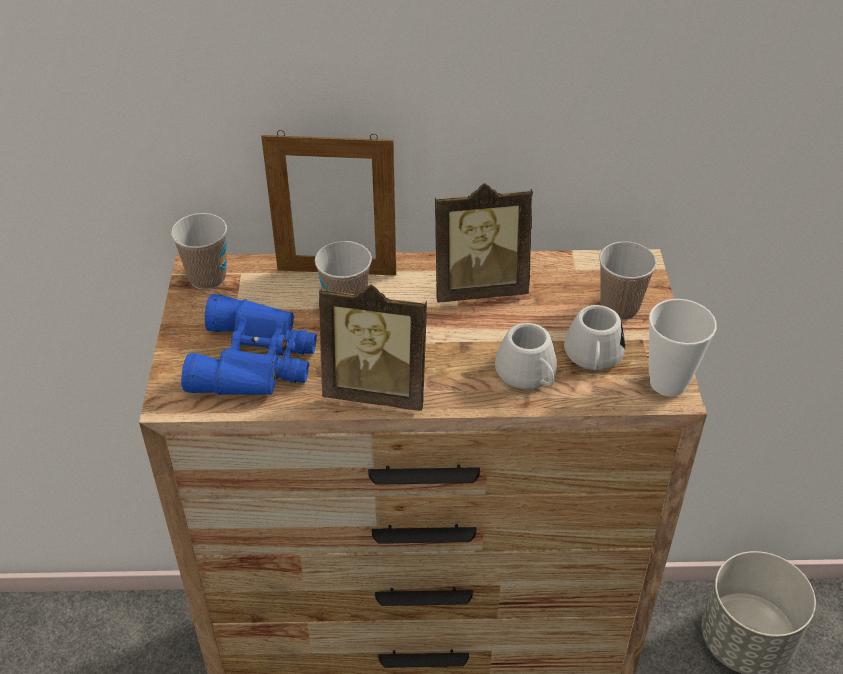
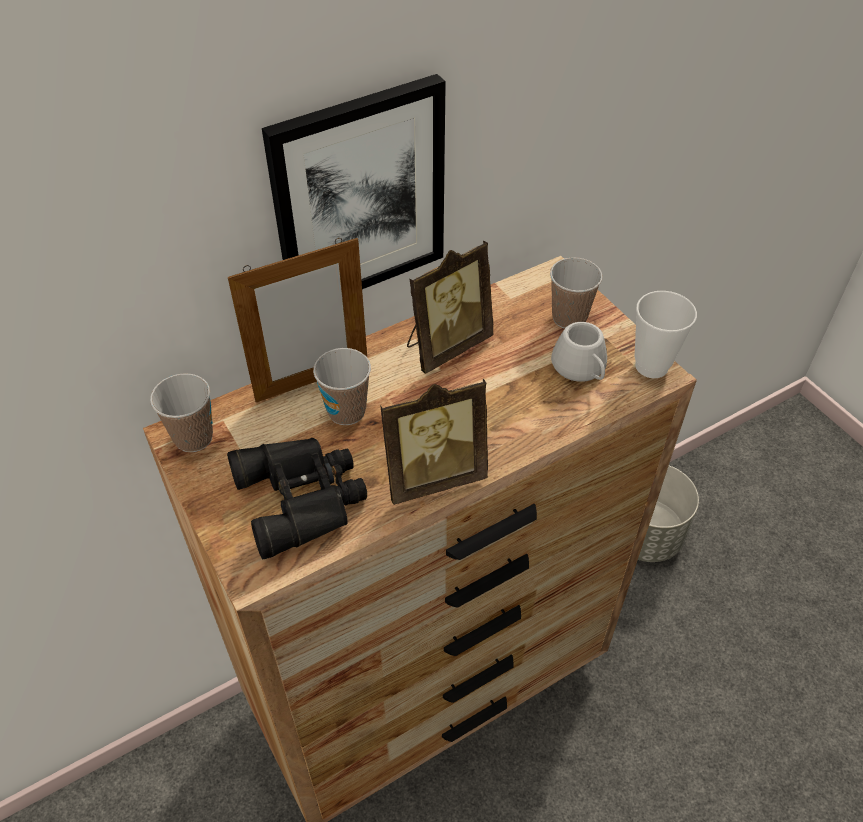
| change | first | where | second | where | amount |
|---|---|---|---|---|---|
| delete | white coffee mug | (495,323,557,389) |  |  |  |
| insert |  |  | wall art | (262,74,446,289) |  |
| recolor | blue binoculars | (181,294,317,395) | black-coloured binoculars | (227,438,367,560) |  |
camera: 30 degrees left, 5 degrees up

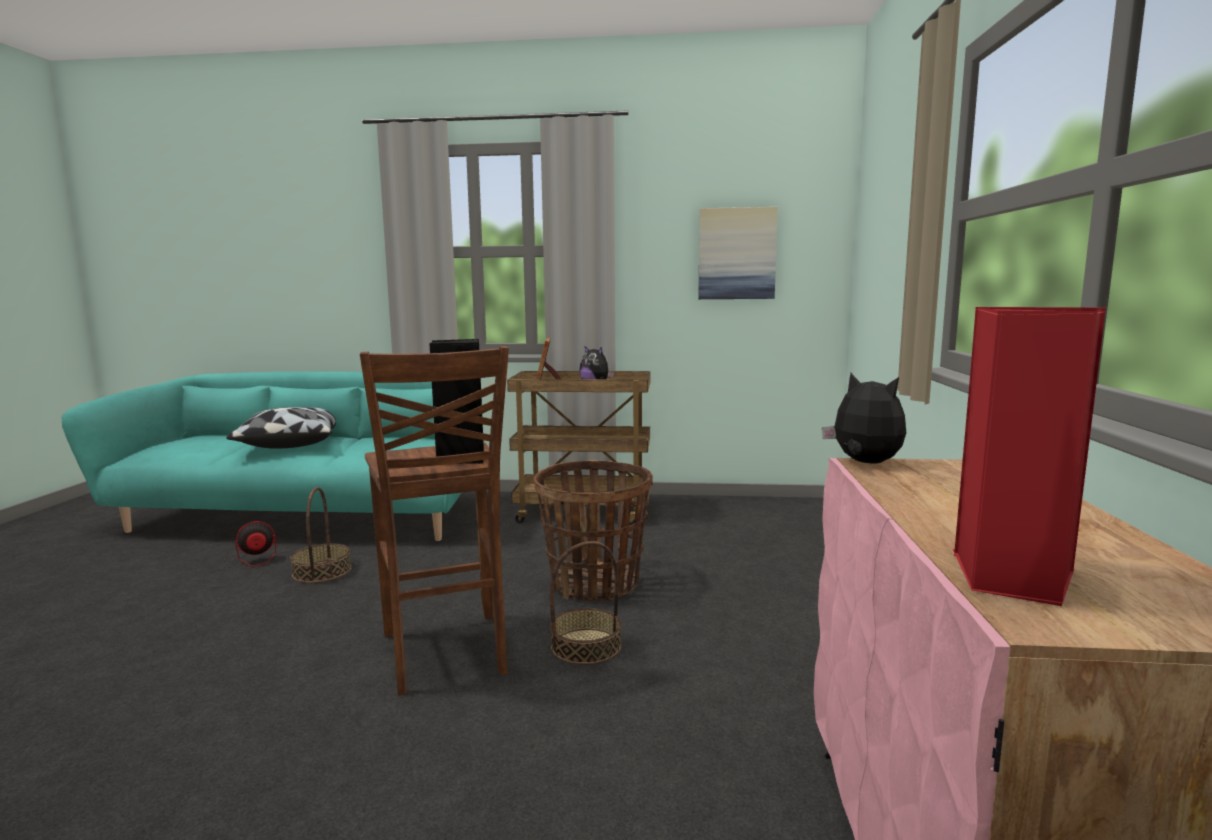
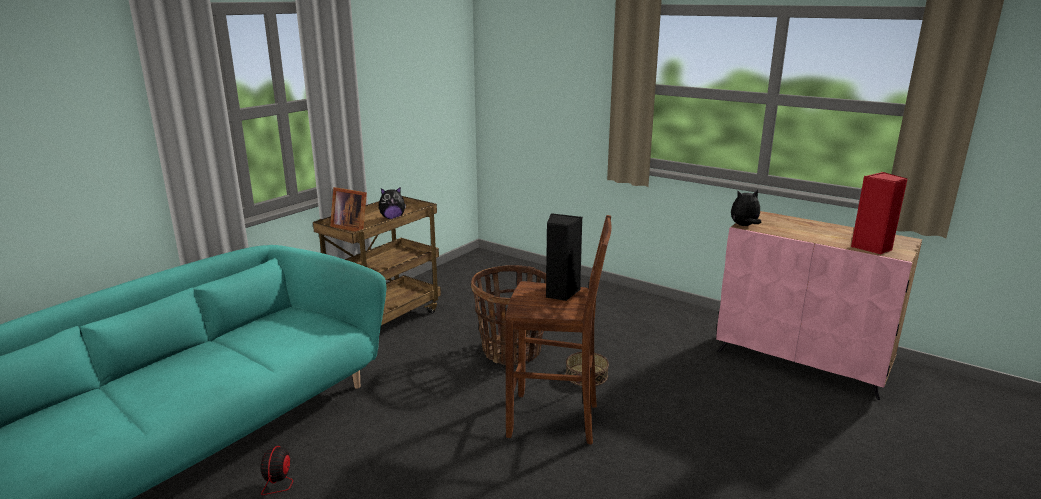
| change | first | where | second | where | amount |
|---|---|---|---|---|---|
| delete | cushion | (226,407,336,449) |  |  |  |
| delete | basket | (290,487,352,583) |  |  |  |
| delete | wall art | (698,207,778,299) |  |  |  |
camera: 60 degrees left, 10 degrees up

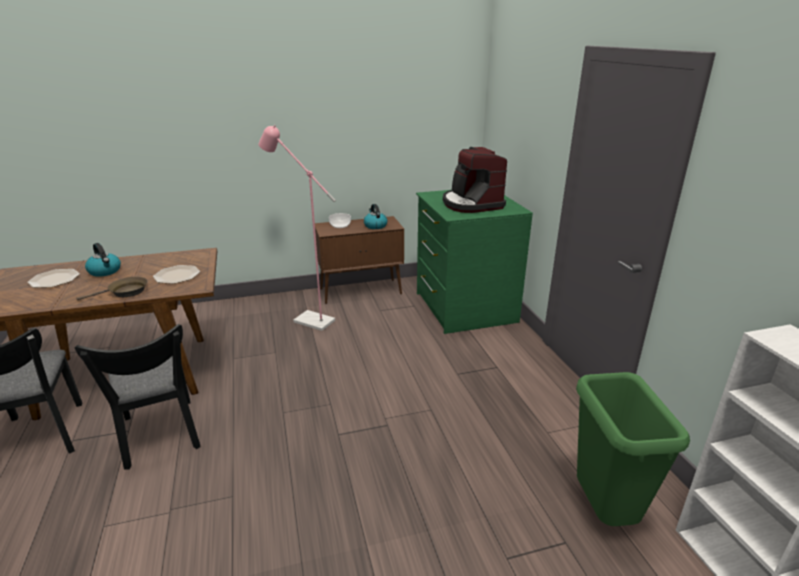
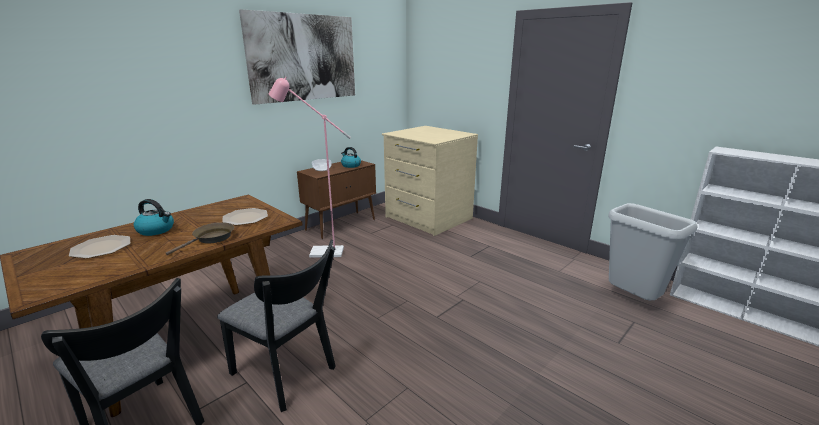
| change | first | where | second | where | amount |
|---|---|---|---|---|---|
| delete | coffee brewer | (443,147,507,213) |  |  |  |
| insert |  |  | wall art | (239,9,355,105) |  |
| recolor | greenish dresser | (416,190,533,334) | beige-coloured dresser | (382,126,478,236) |  |
| recolor | greenish trash can | (576,372,690,526) | grey trash can | (608,203,698,300) |  |
camera: 30 degrees left, 5 degrees down

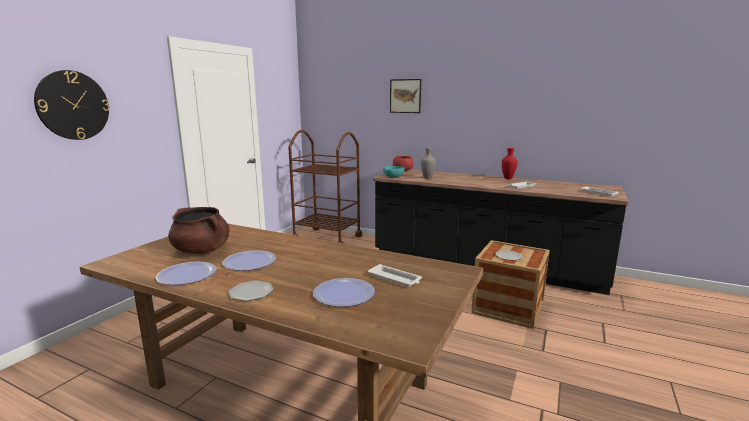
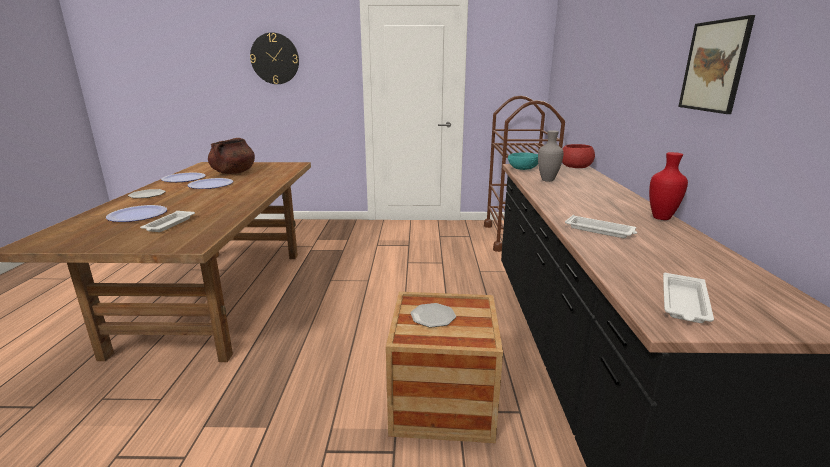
| change | first | where | second | where | amount |
|---|---|---|---|---|---|
| move | wall art | (390,79,421,113) |  | (678,15,755,114) |  |
camera: 65 degrees right, 5 degrees up

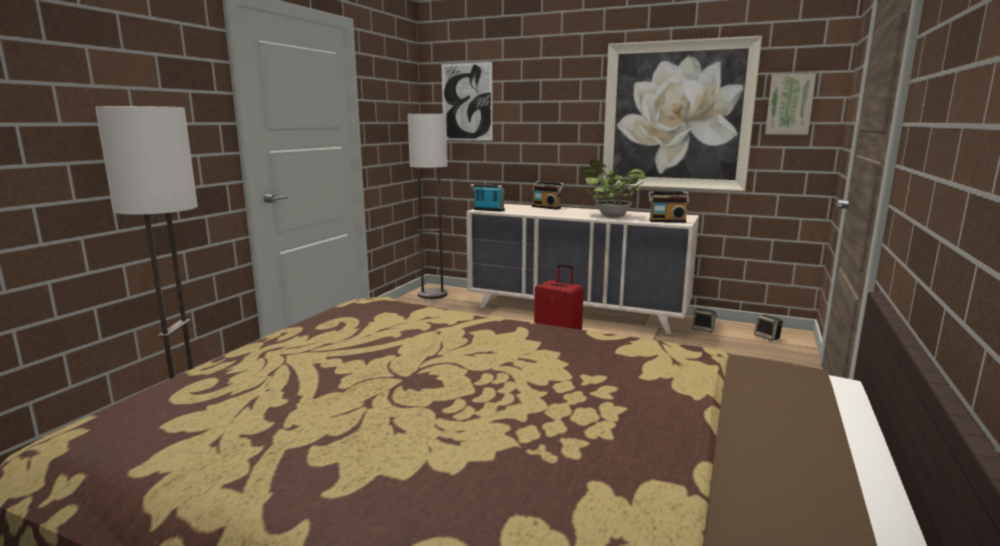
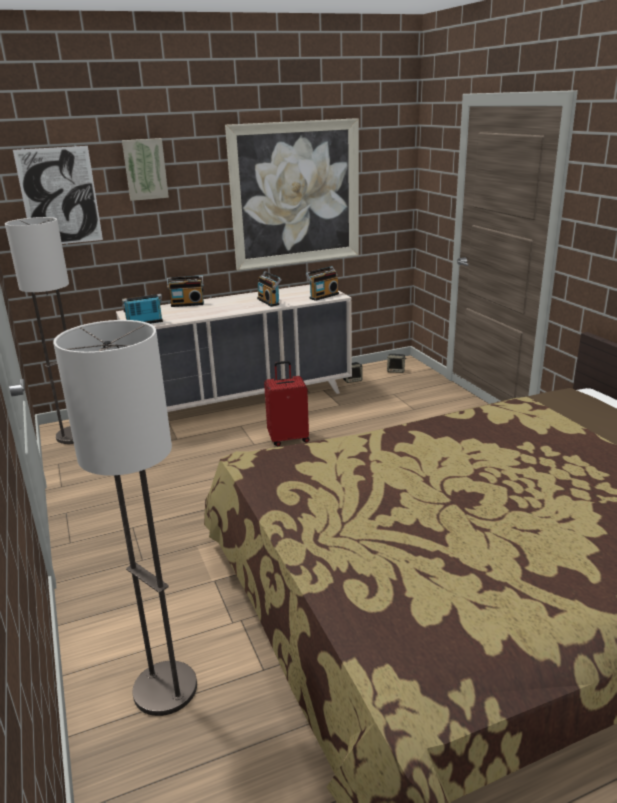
| change | first | where | second | where | amount |
|---|---|---|---|---|---|
| move | wall art | (765,73,816,135) |  | (122,138,169,201) |  |
| replace | houseplant | (582,159,645,218) | radio set | (257,271,282,307) |  |
camera: 45 degrees left, 10 degrees up

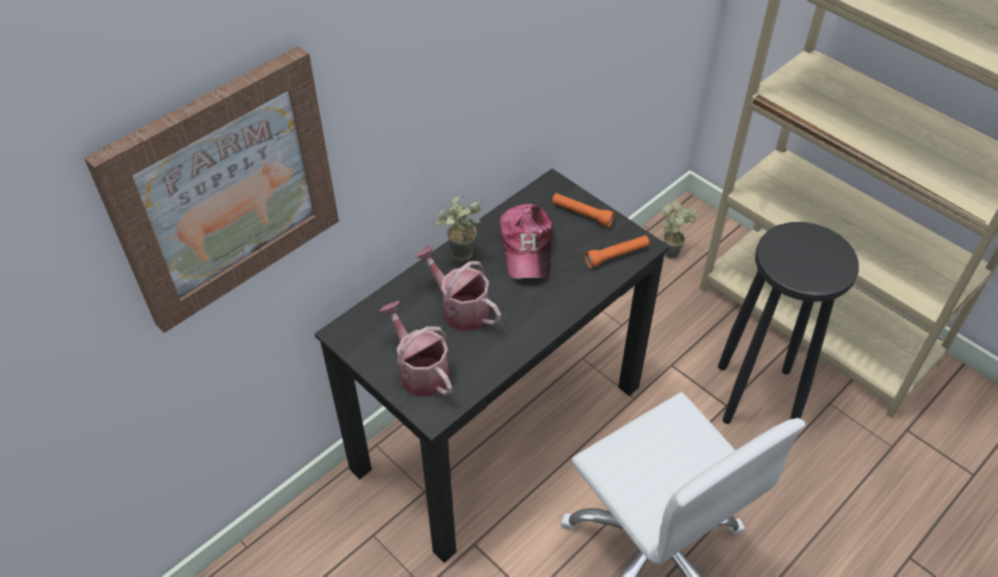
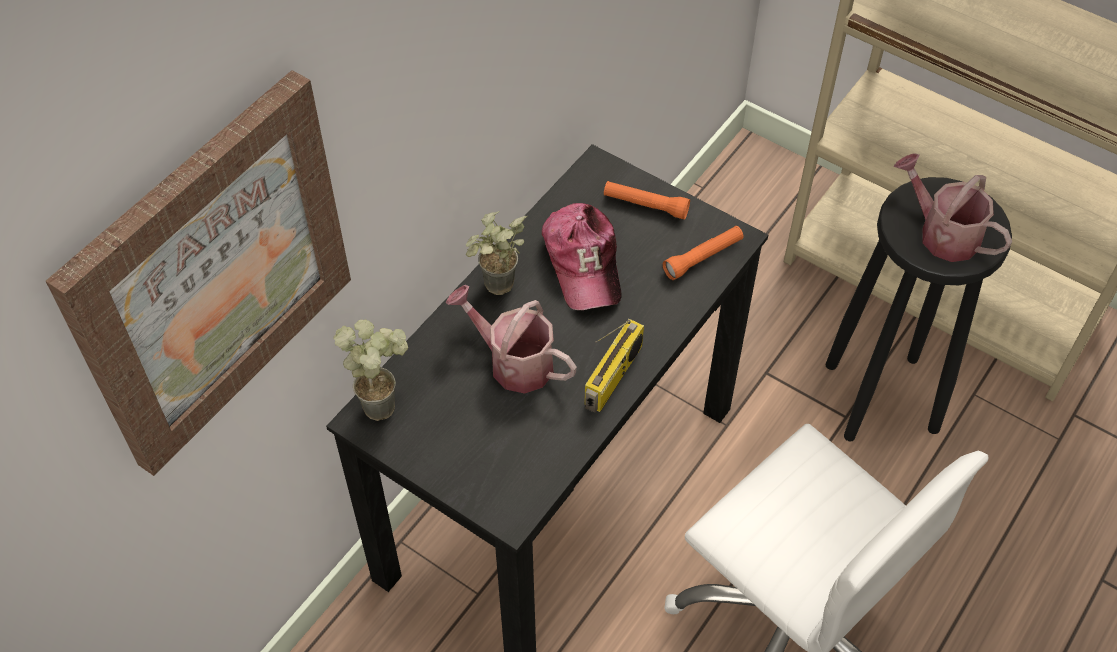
| change | first | where | second | where | amount |
|---|---|---|---|---|---|
| insert |  |  | radio set | (584,319,644,413) |  |
| move | watering pot | (380,301,452,396) |  | (893,153,1012,262) |  |
| move | houseplant | (662,202,697,259) |  | (333,320,408,421) |  |
camera: 10 degrees left, 5 degrees up

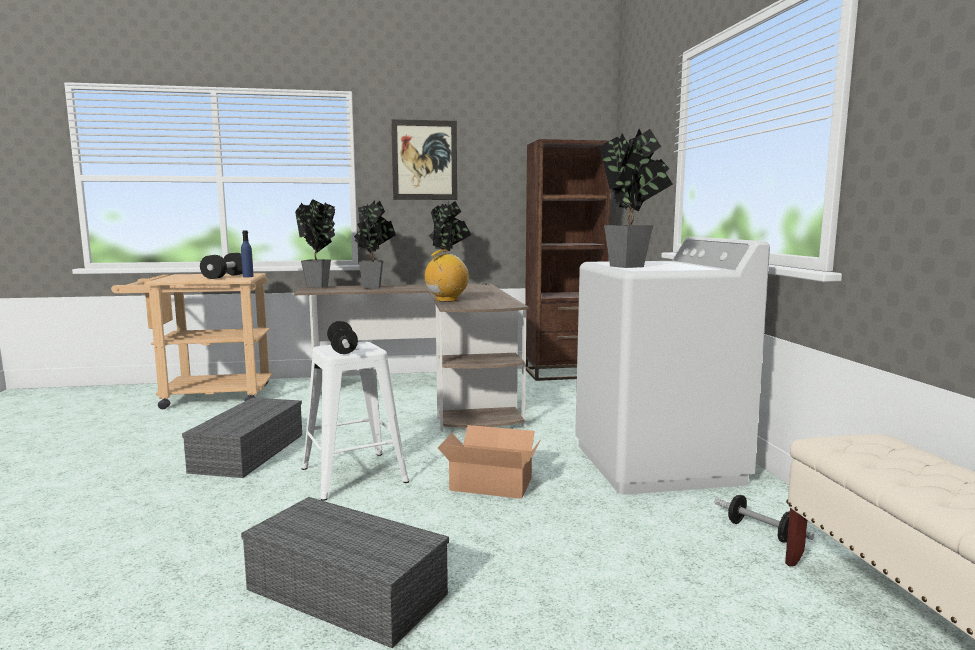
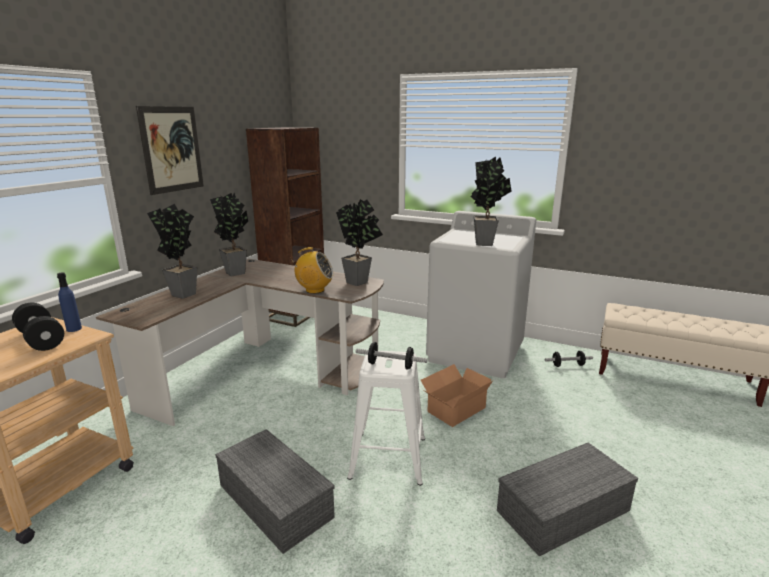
| change | first | where | second | where | amount |
|---|---|---|---|---|---|
| move | houseplant | (295,199,336,288) |  | (336,199,383,286) |  |
| rotate | radio set | (425,249,469,302) |  | (291,247,334,294) | 105 degrees clockwise |
camera: 55 degrees left, 10 degrees up

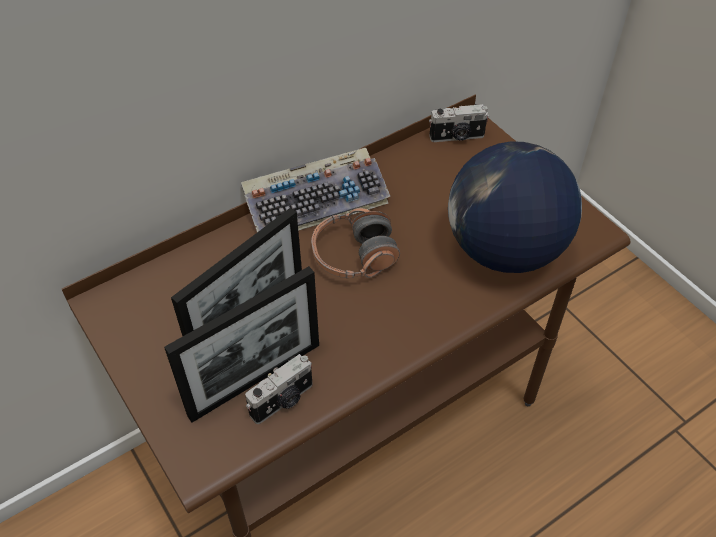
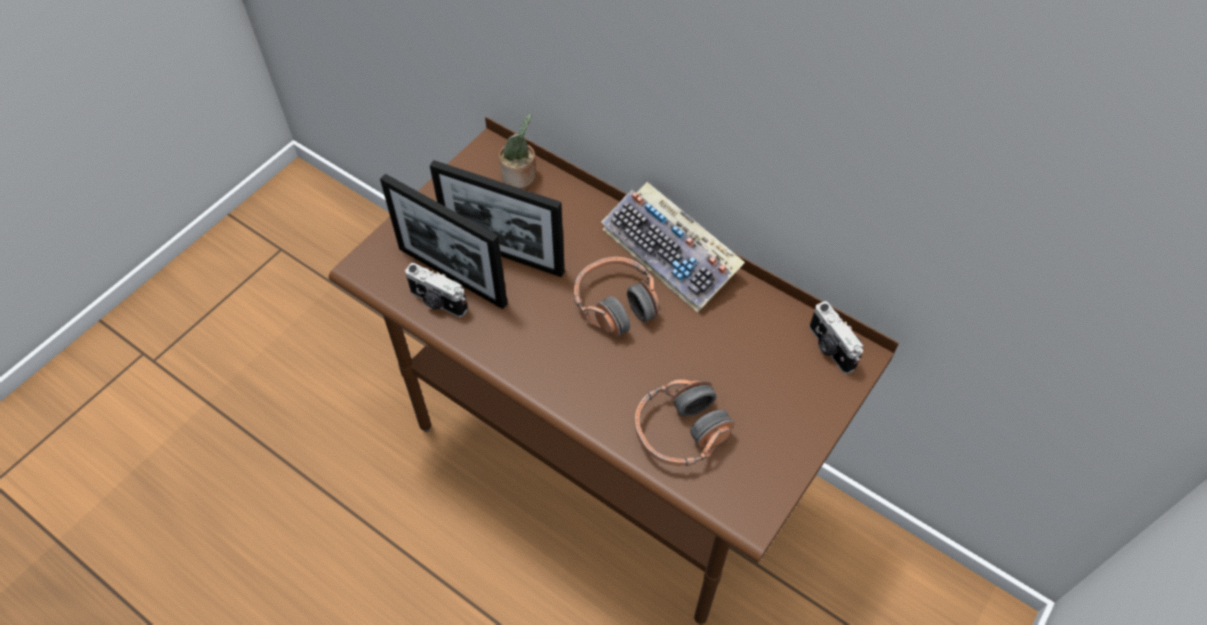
| change | first | where | second | where | amount |
|---|---|---|---|---|---|
| insert |  |  | houseplant | (499,114,535,188) |  |
| replace | globe | (448,141,582,273) | pair of headphones | (635,380,735,466) |  |
camera: 70 degrees right, 5 degrees up

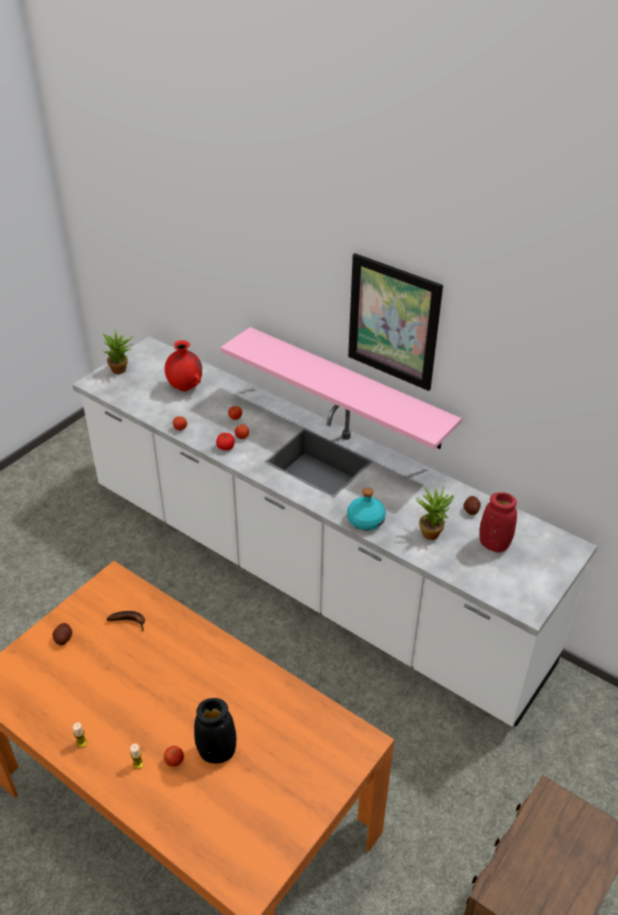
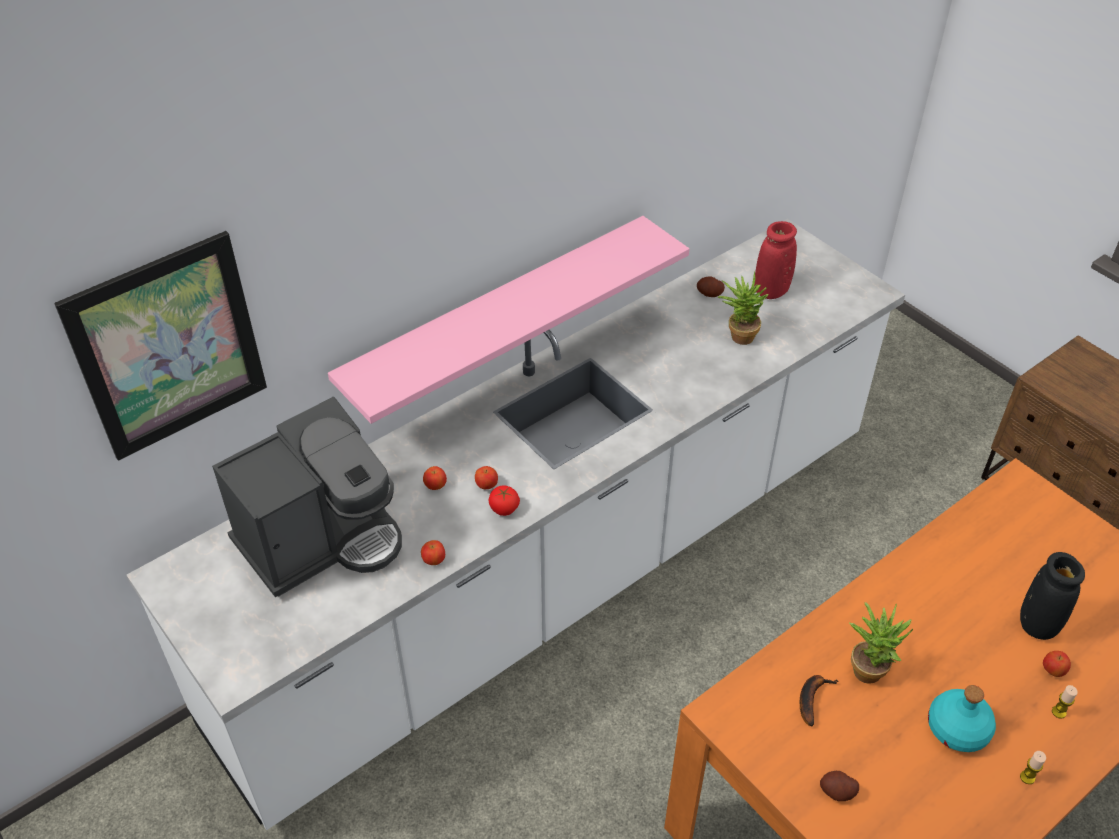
| change | first | where | second | where | amount |
|---|---|---|---|---|---|
| move | houseplant | (103,329,133,374) |  | (849,602,913,684) |  |
| move | turquoise-coloured beverage bottle | (347,487,386,530) |  | (928,685,996,752) |  |
| move | wall art | (348,253,443,391) |  | (54,231,267,461) |  |
| replace | red-coloured vase | (165,340,202,391) | coffee brewer | (212,397,402,597) |  |
camera: 75 degrees left, 5 degrees up

